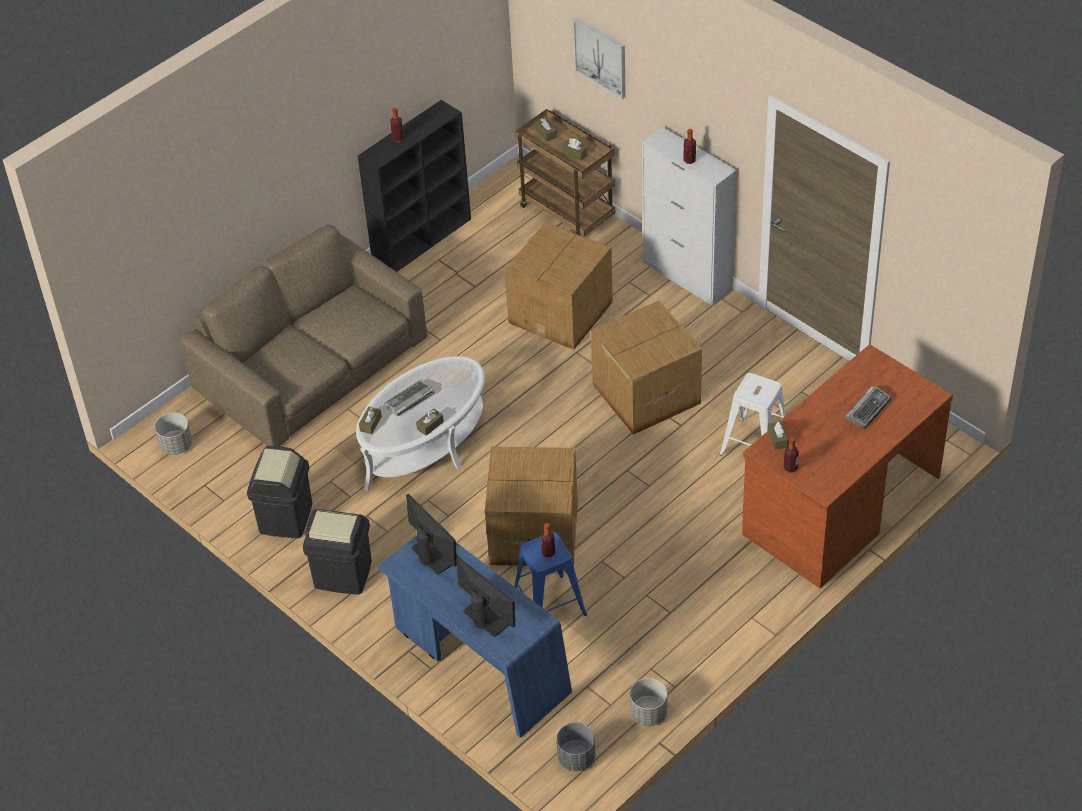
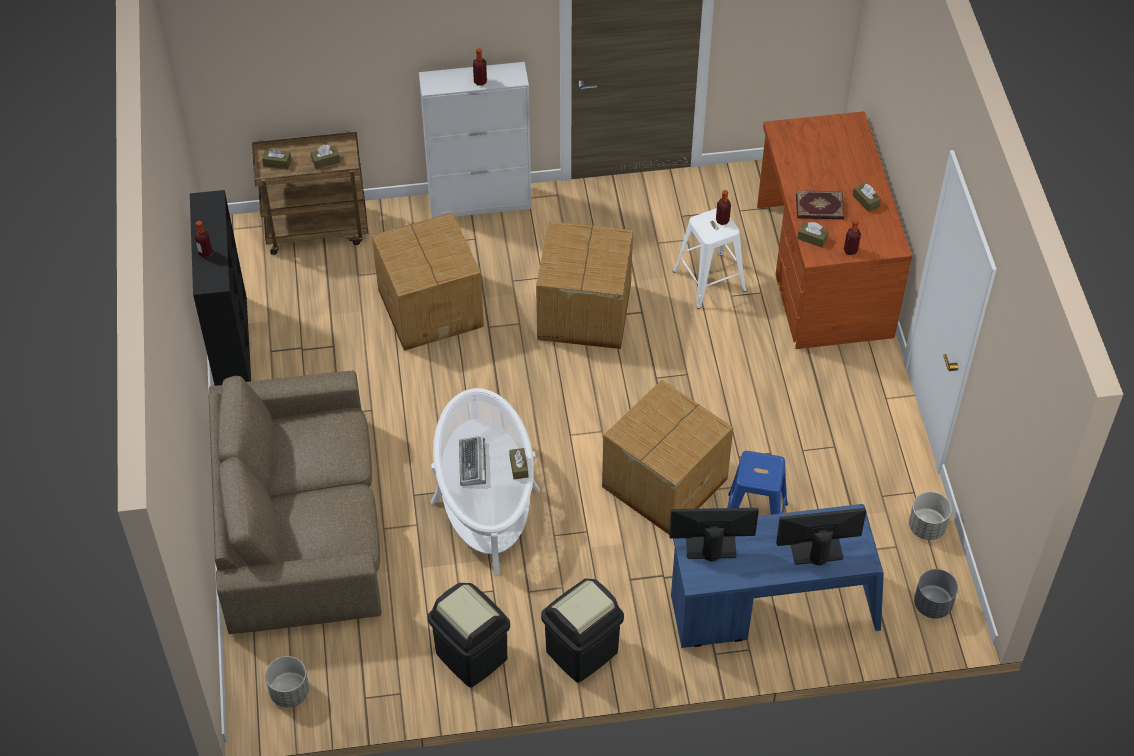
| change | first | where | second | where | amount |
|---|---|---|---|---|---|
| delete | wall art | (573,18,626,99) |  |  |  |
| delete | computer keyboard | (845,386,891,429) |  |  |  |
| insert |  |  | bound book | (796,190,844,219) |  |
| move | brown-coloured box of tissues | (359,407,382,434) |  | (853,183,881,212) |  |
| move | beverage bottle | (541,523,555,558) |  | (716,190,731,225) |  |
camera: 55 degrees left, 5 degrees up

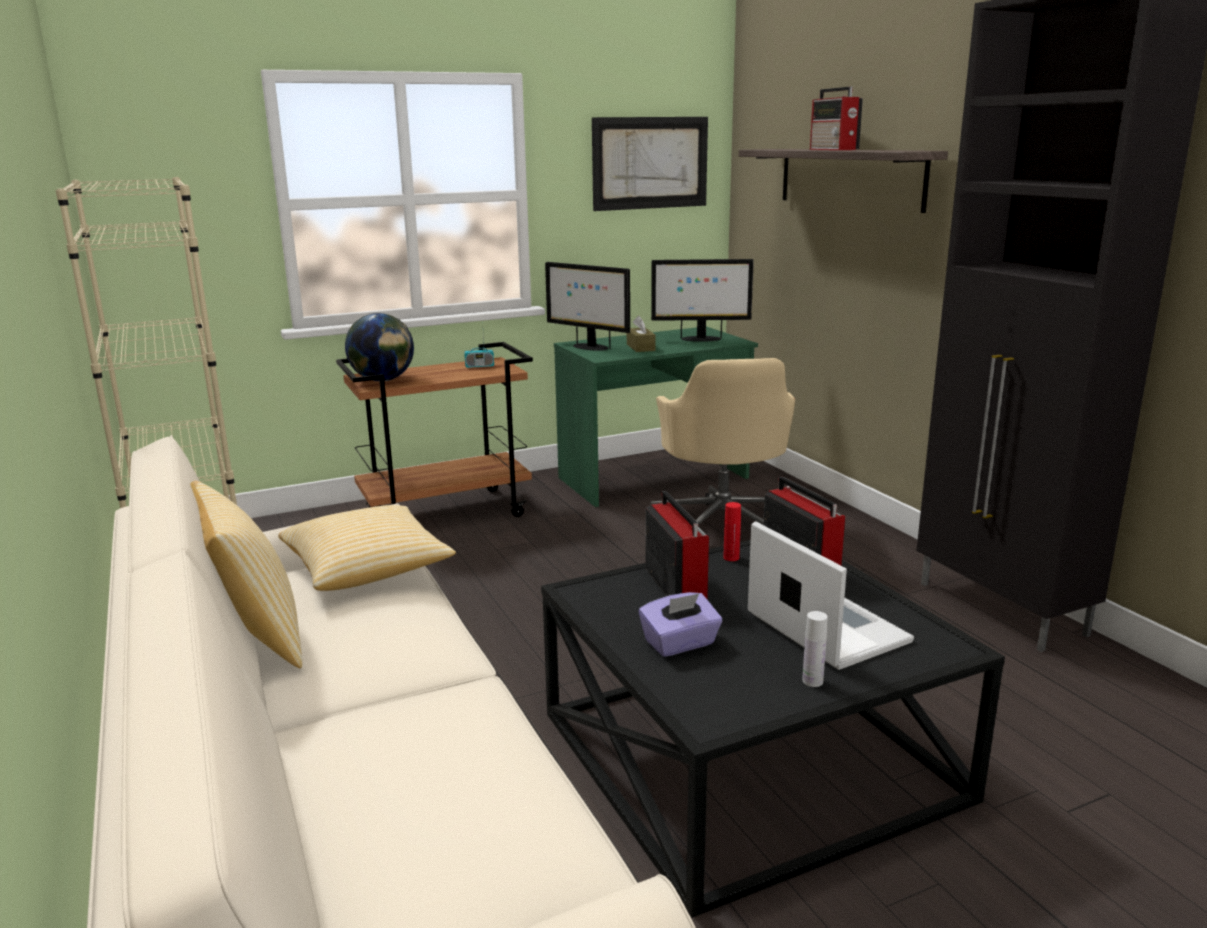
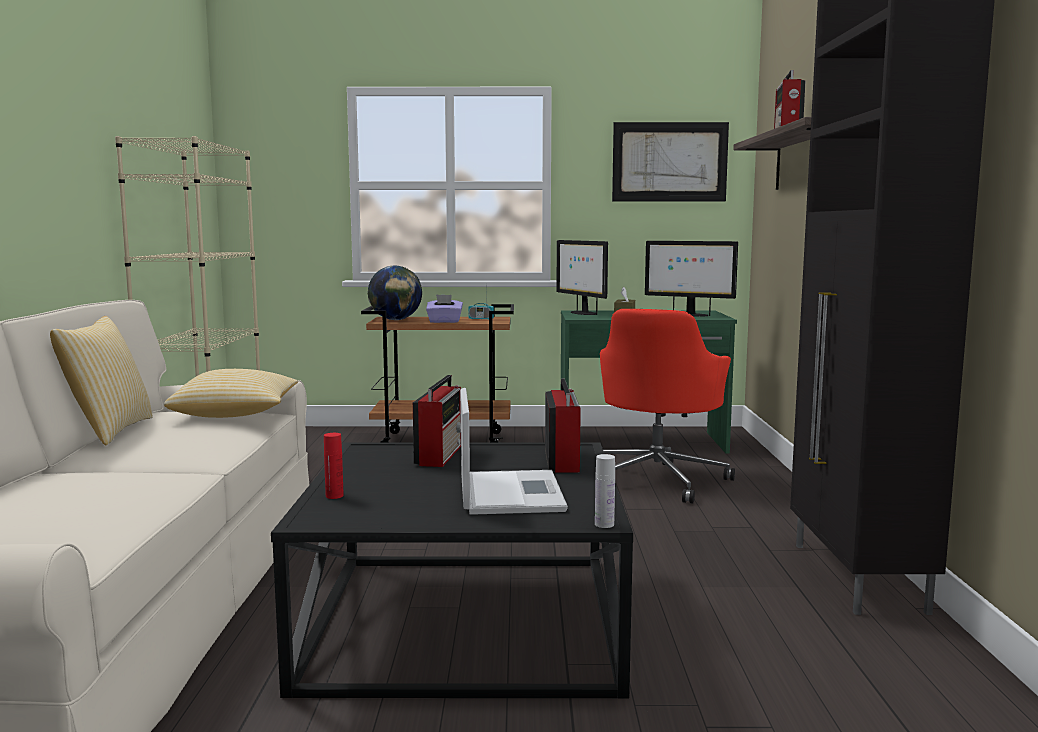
| change | first | where | second | where | amount |
|---|---|---|---|---|---|
| move | purple box of tissues | (639,592,722,657) |  | (426,294,463,323) |  |
| move | red-coloured beverage bottle | (724,502,741,561) |  | (324,433,344,499) |  |
| move | white beverage bottle | (802,611,828,687) |  | (595,454,615,528) |  |
| recolor | beige-coloured office chair | (651,358,795,525) | red-coloured office chair | (600,309,735,504) |  |
camera: 25 degrees right, 10 degrees down

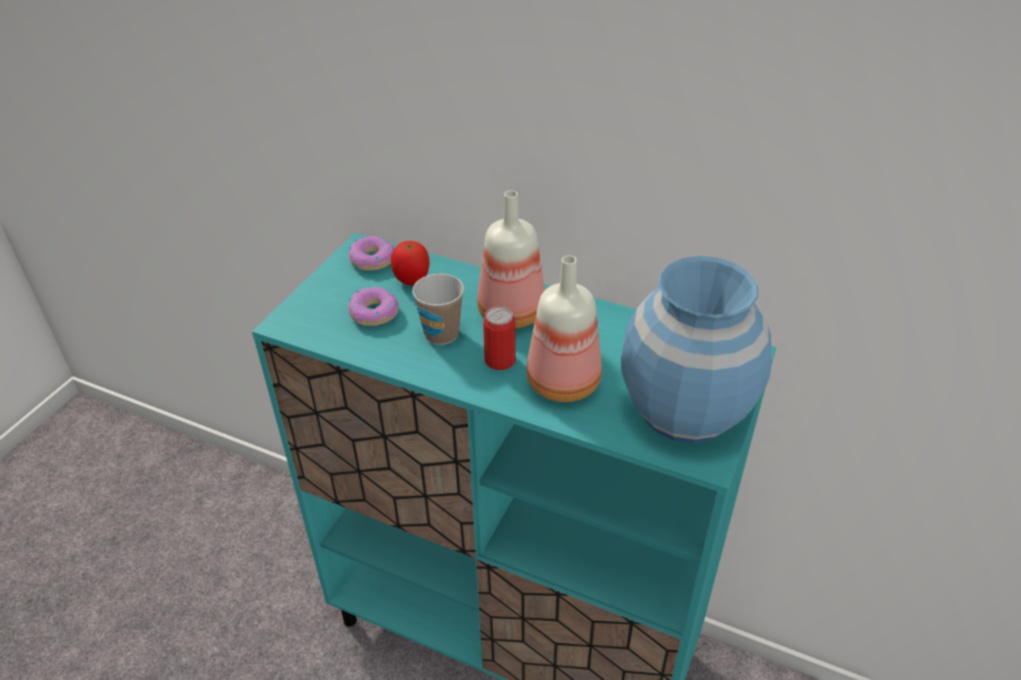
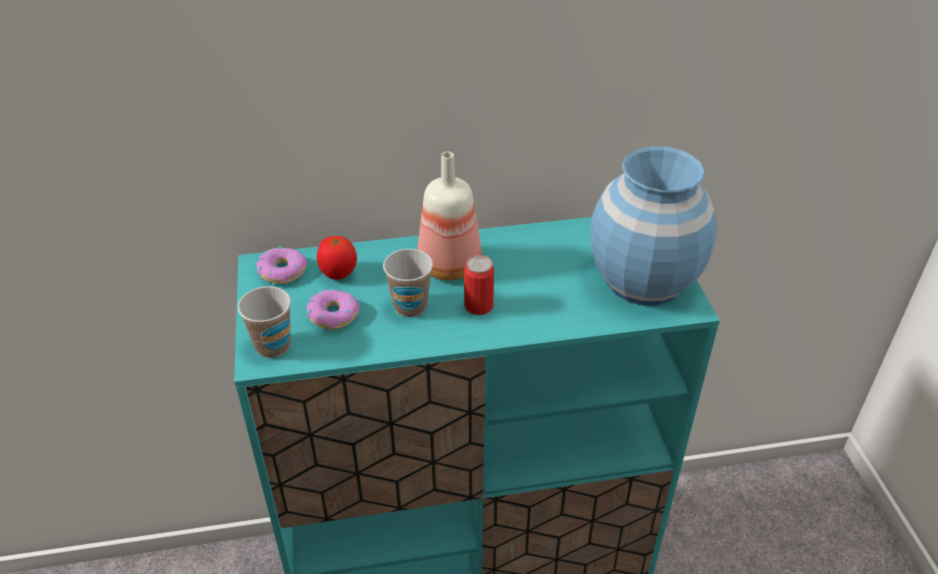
| change | first | where | second | where | amount |
|---|---|---|---|---|---|
| delete | beverage bottle | (526,255,602,402) |  |  |  |
| insert |  |  | drinking cup | (238,286,291,358) |  |
camera: 35 degrees left, 0 degrees up

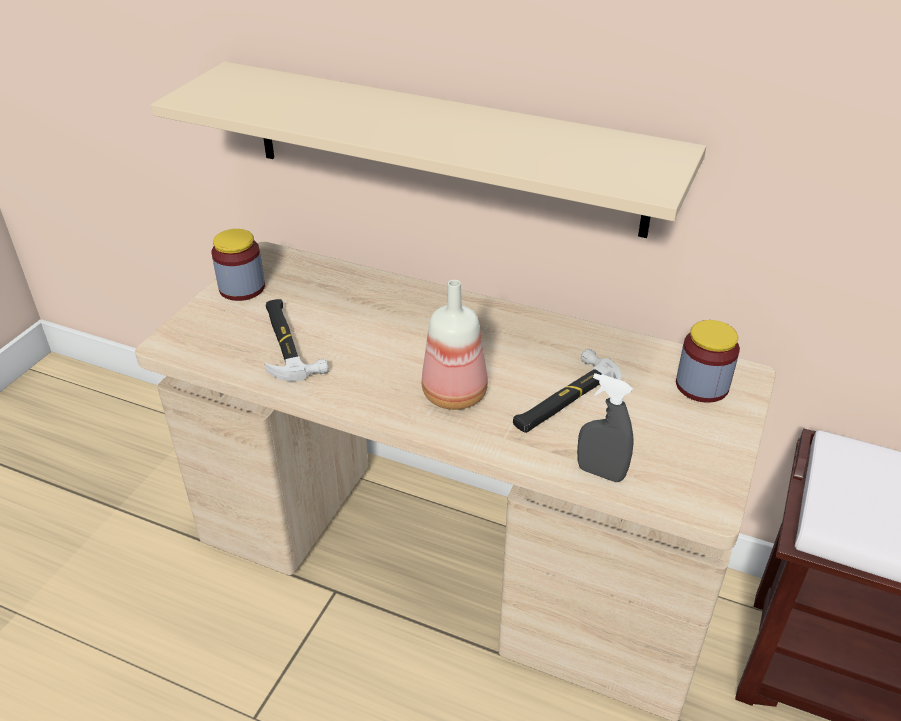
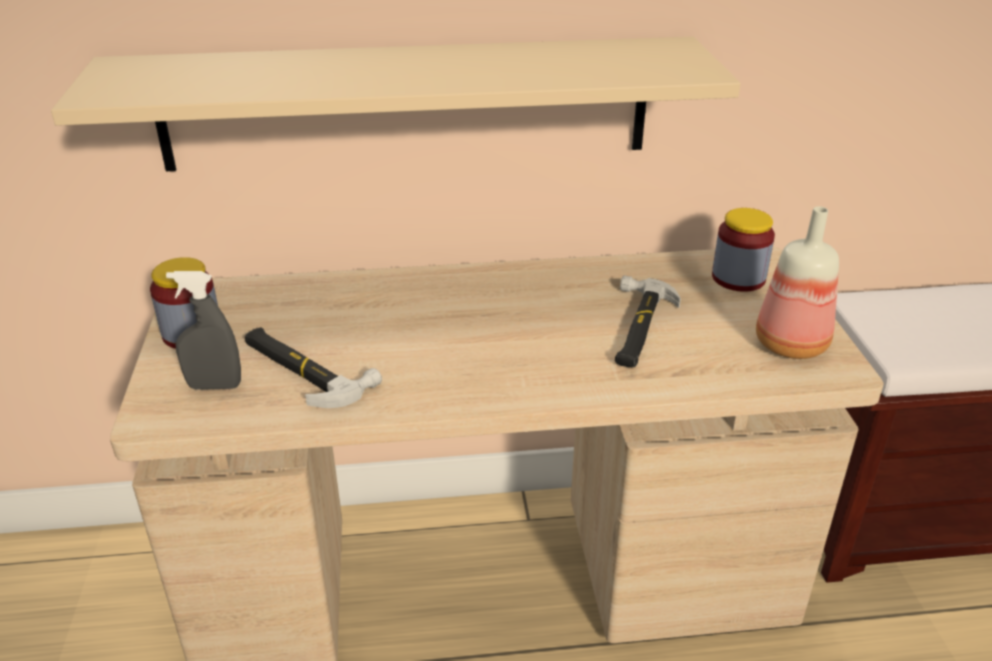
| change | first | where | second | where | amount |
|---|---|---|---|---|---|
| move | beverage bottle | (422,280,488,410) |  | (756,206,839,359) |  |
| move | grey sprayer | (577,373,634,482) |  | (166,271,241,390) |  |
camera: 30 degrees left, 5 degrees down

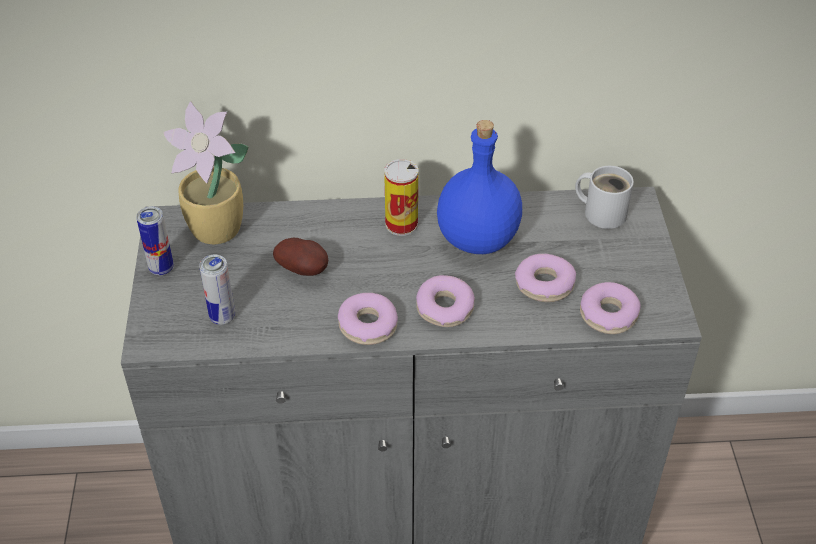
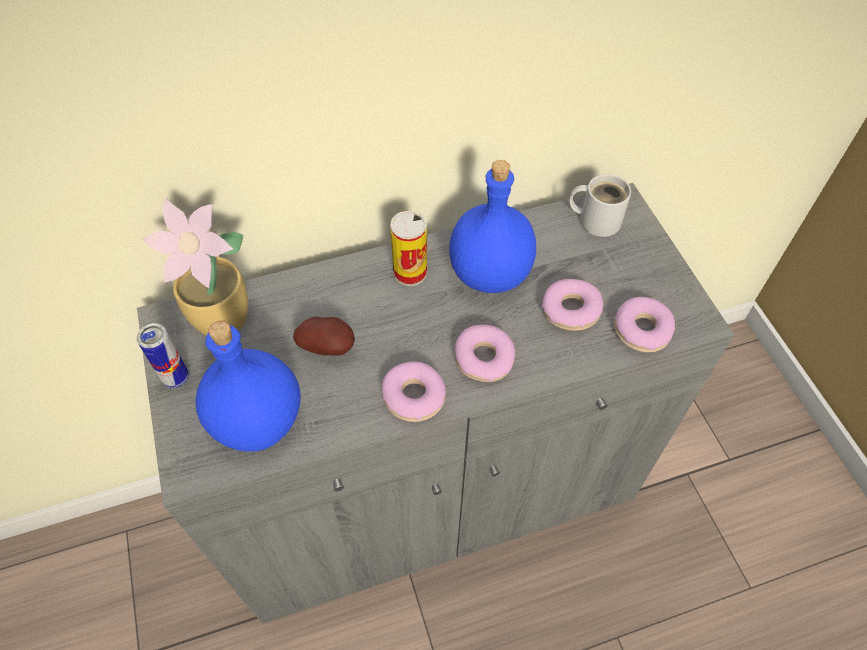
| change | first | where | second | where | amount |
|---|---|---|---|---|---|
| replace | sealed can | (199,255,235,325) | blue beverage bottle | (196,321,301,452) |  |
camera: 15 degrees left, 10 degrees up

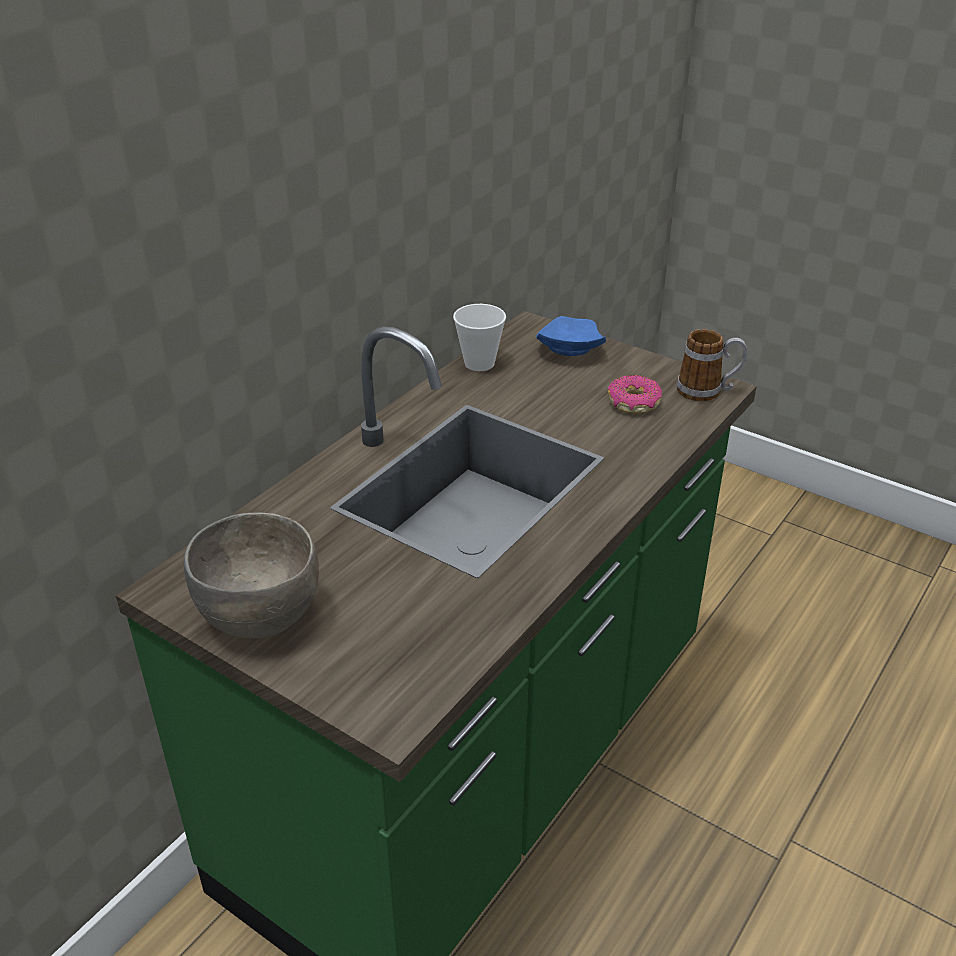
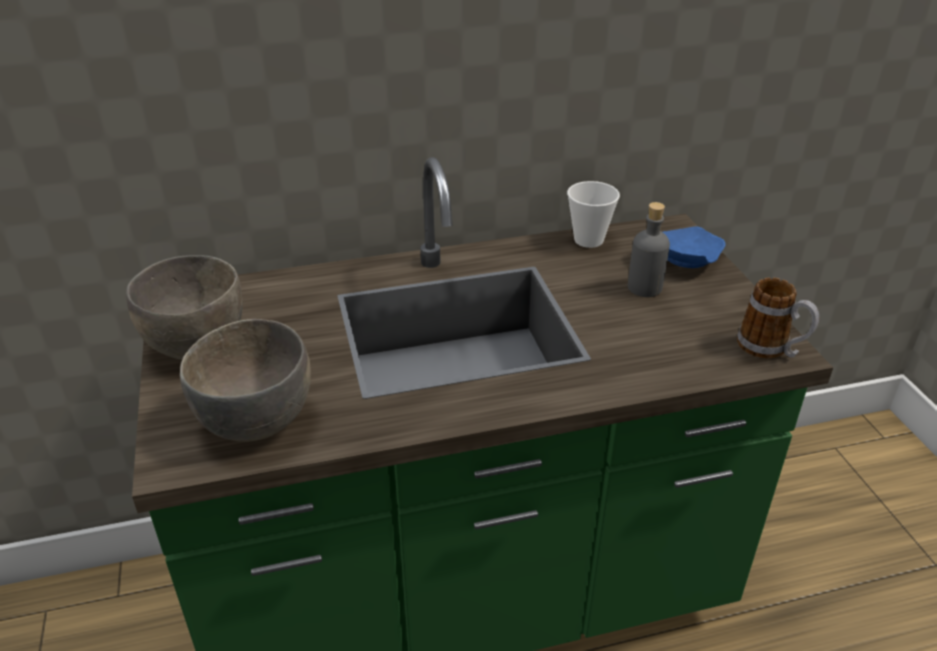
| change | first | where | second | where | amount |
|---|---|---|---|---|---|
| delete | doughnut | (608,375,662,413) |  |  |  |
| insert |  |  | grey deep dish | (180,319,311,442) |  |
| insert |  |  | grey beverage bottle | (628,202,670,297) |  |
camera: 40 degrees right, 0 degrees up

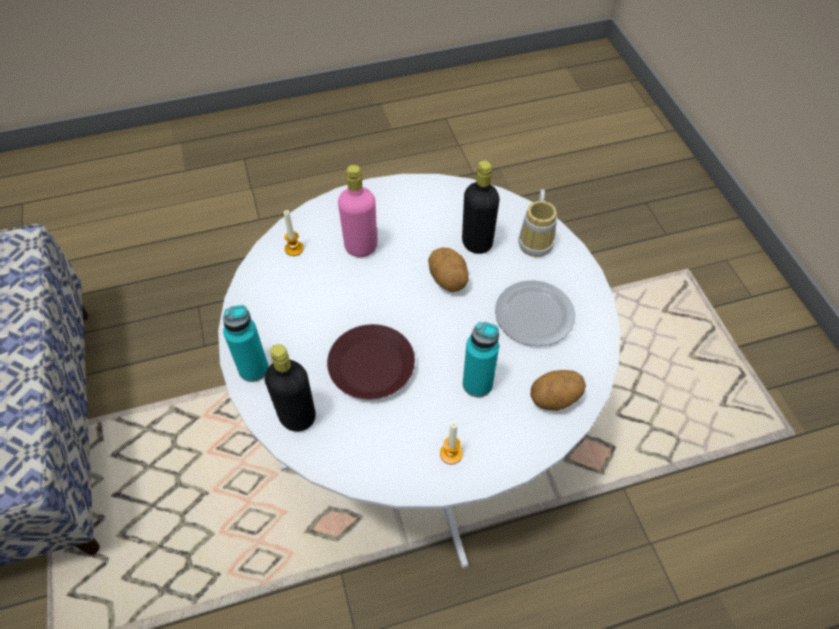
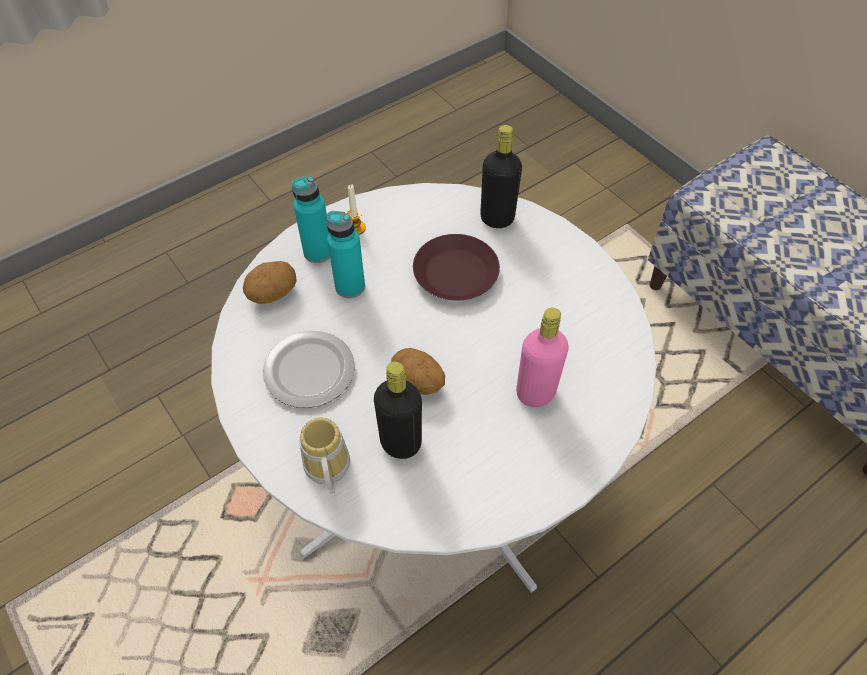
| change | first | where | second | where | amount |
|---|---|---|---|---|---|
| delete | wax light | (284,210,304,256) |  |  |  |
| move | turquoise-coloured beverage bottle | (223,305,269,382) |  | (292,176,330,263) |  |
camera: 160 degrees right, 0 degrees up

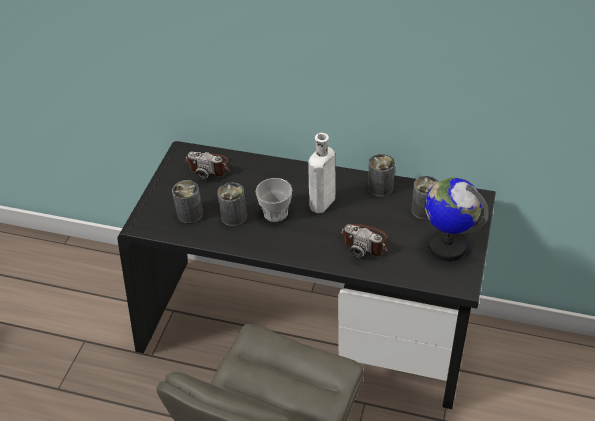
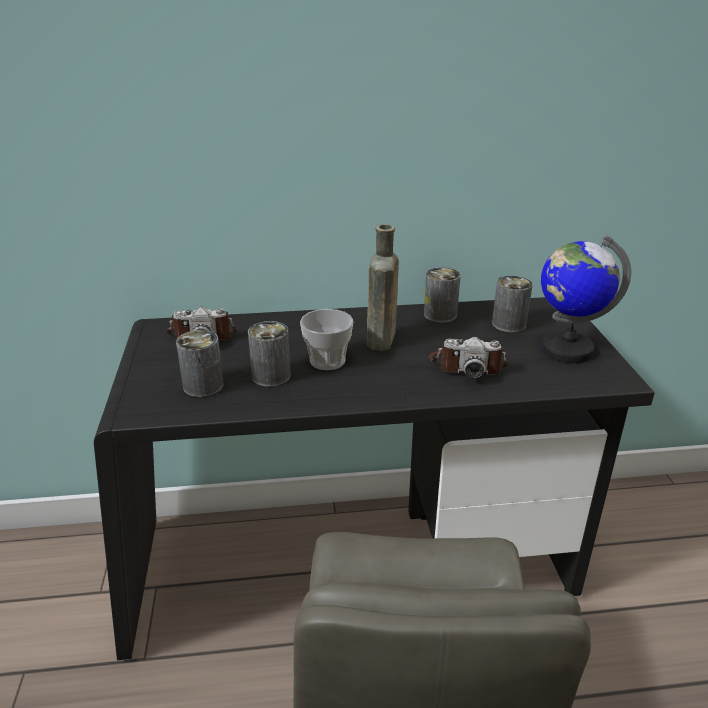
| change | first | where | second | where | amount |
|---|---|---|---|---|---|
| recolor | white beverage bottle | (308,133,335,213) | brown-coloured beverage bottle | (367,224,399,351) |  |
camera: 25 degrees left, 15 degrees down

